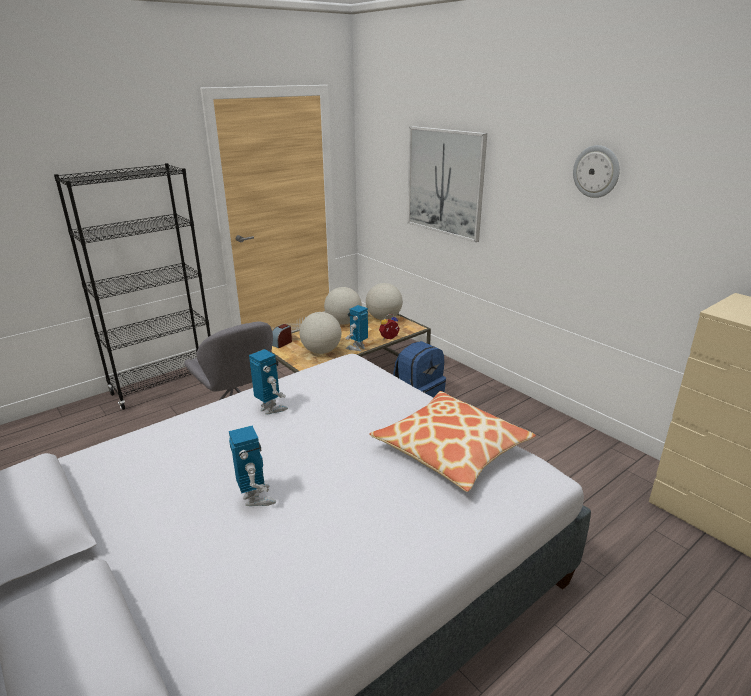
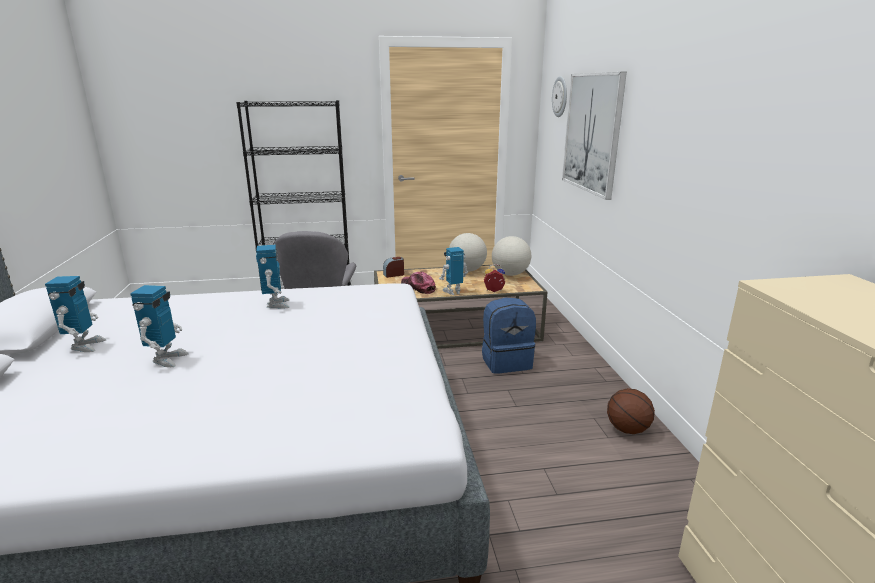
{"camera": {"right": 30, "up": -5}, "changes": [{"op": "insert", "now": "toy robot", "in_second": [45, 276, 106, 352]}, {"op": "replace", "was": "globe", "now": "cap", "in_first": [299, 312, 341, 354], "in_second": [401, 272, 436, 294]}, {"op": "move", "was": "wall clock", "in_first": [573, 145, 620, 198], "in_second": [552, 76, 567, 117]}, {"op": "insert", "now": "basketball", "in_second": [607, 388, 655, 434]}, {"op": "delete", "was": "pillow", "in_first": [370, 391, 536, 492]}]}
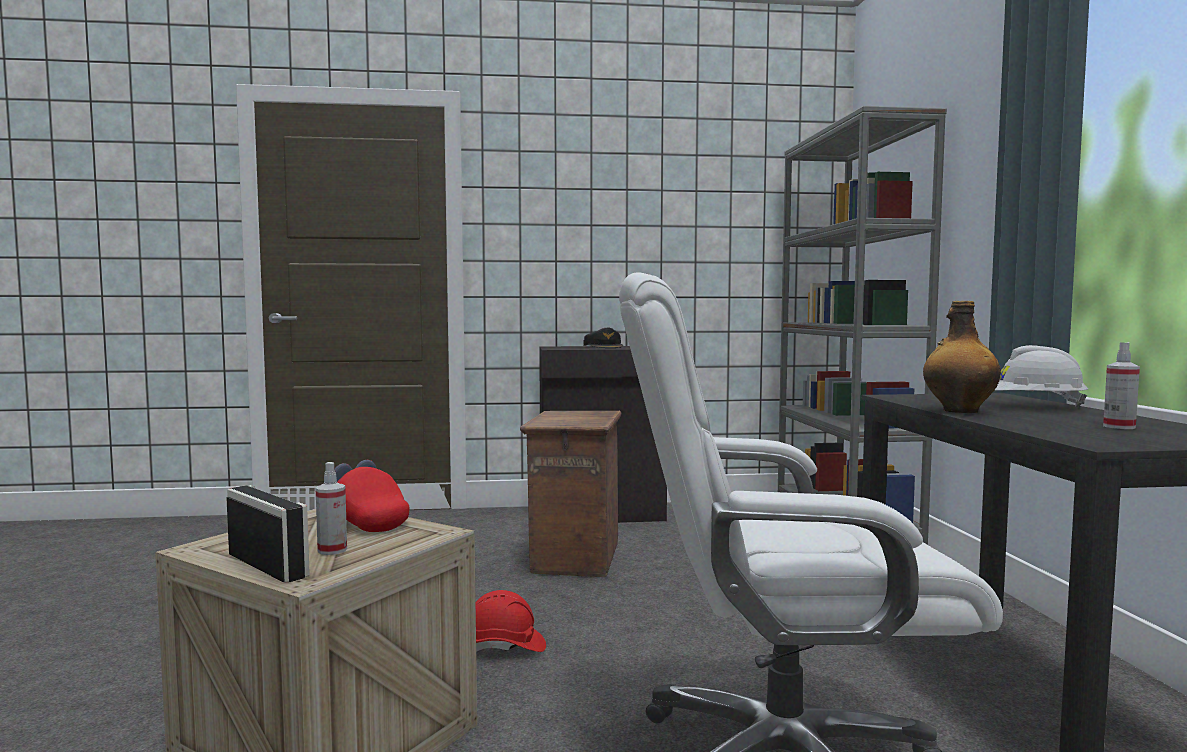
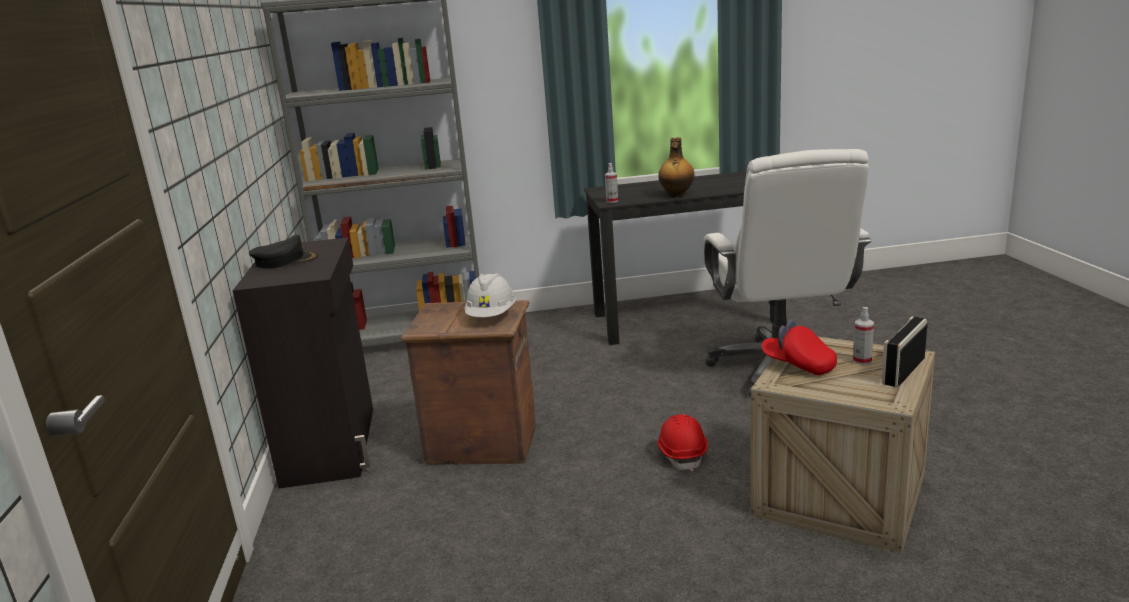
{"camera": {"right": -90, "up": 15}, "changes": [{"op": "move", "was": "hard hat in white", "in_first": [995, 345, 1088, 407], "in_second": [465, 273, 516, 317]}, {"op": "move", "was": "spray bottle", "in_first": [1103, 342, 1140, 429], "in_second": [605, 163, 618, 203]}, {"op": "rotate", "was": "cap in red", "in_first": [334, 460, 410, 532], "in_second": [762, 319, 837, 375], "clockwise": 90}]}
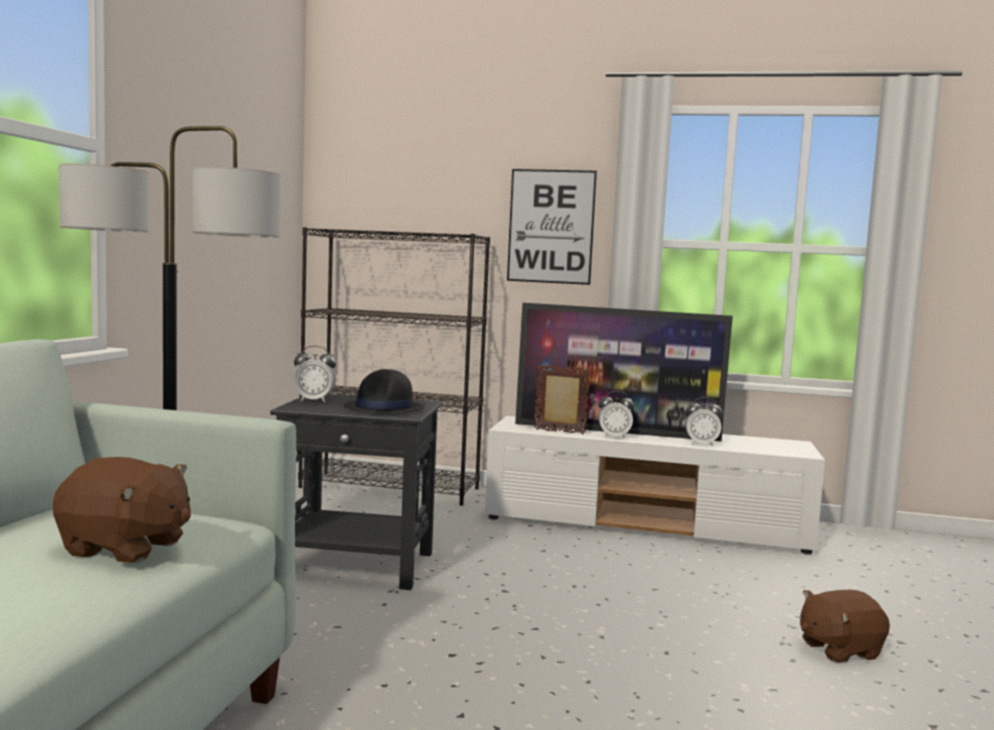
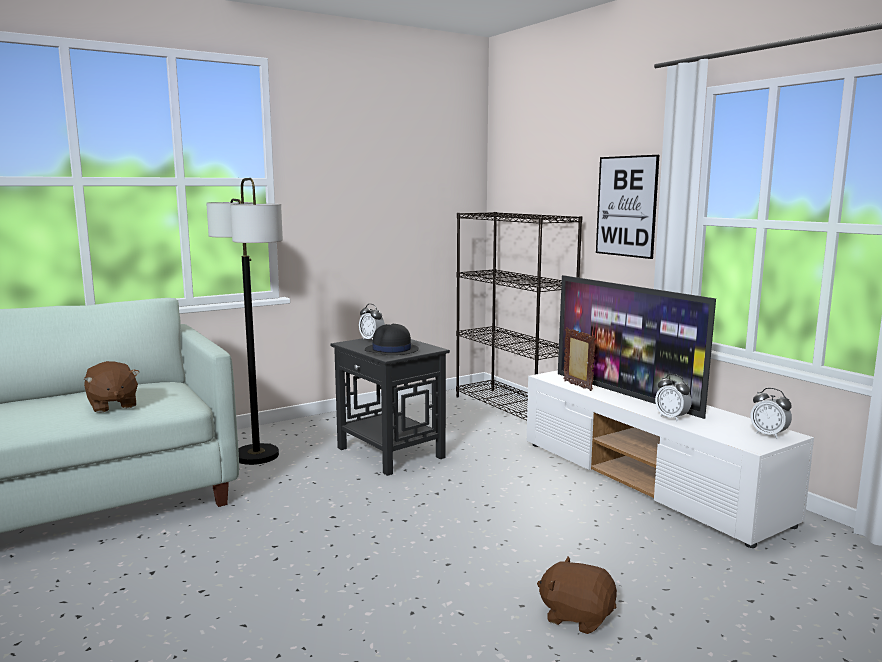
{"camera": {"right": 45, "up": 5}, "changes": [{"op": "move", "was": "alarm clock", "in_first": [599, 391, 634, 439], "in_second": [751, 388, 792, 439]}]}
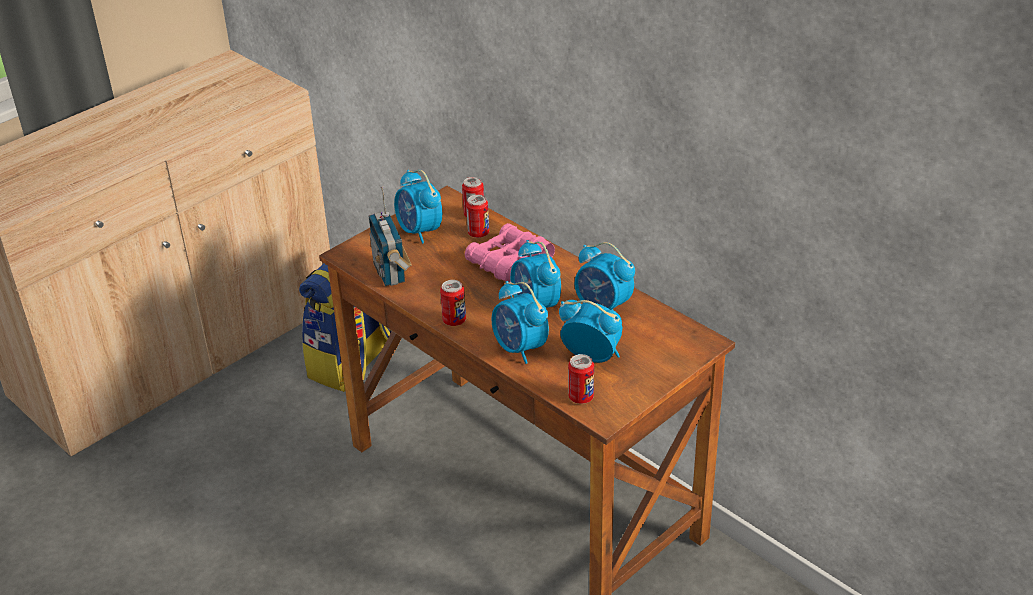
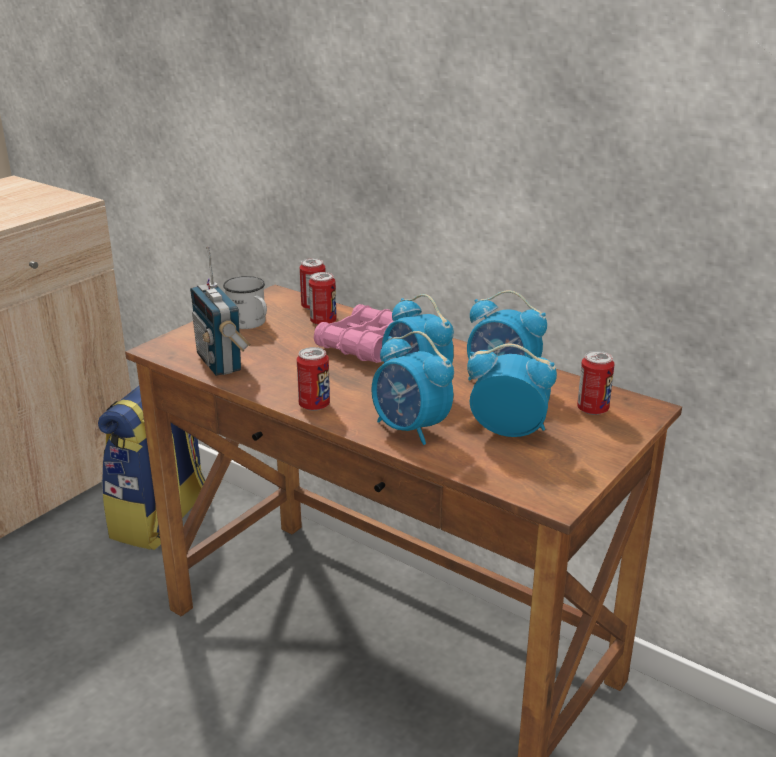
{"camera": {"right": -10, "up": -10}, "changes": [{"op": "replace", "was": "alarm clock", "now": "mug in white", "in_first": [394, 170, 442, 244], "in_second": [223, 276, 267, 329]}, {"op": "move", "was": "can", "in_first": [568, 354, 594, 404], "in_second": [577, 351, 615, 415]}]}
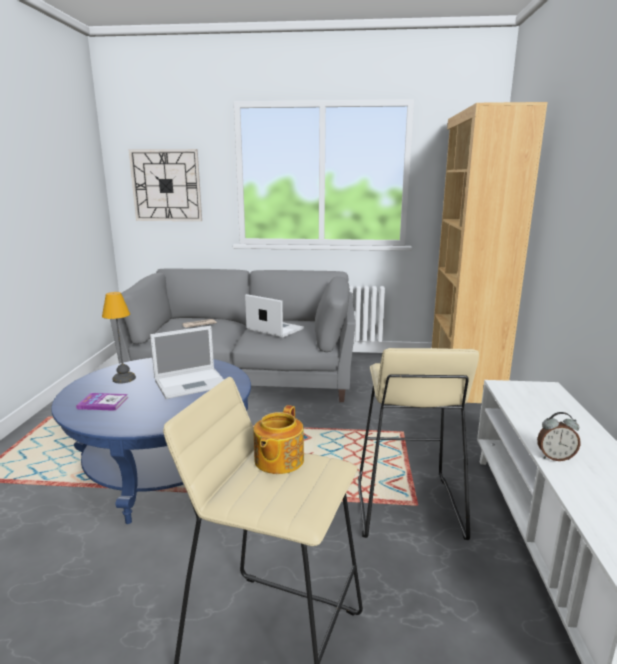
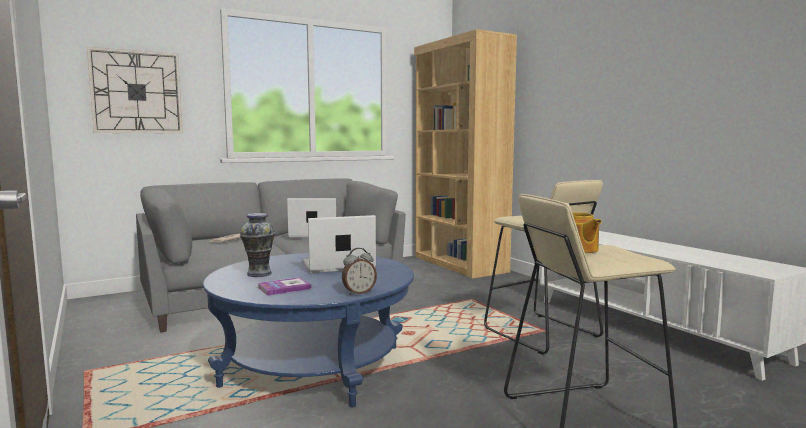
{"camera": {"right": -35, "up": -10}, "changes": [{"op": "replace", "was": "table lamp", "now": "vase", "in_first": [102, 292, 136, 383], "in_second": [240, 213, 275, 277]}, {"op": "rotate", "was": "laptop", "in_first": [150, 326, 225, 399], "in_second": [302, 215, 376, 273], "clockwise": -135}, {"op": "move", "was": "alarm clock", "in_first": [537, 412, 581, 461], "in_second": [342, 248, 377, 295]}]}
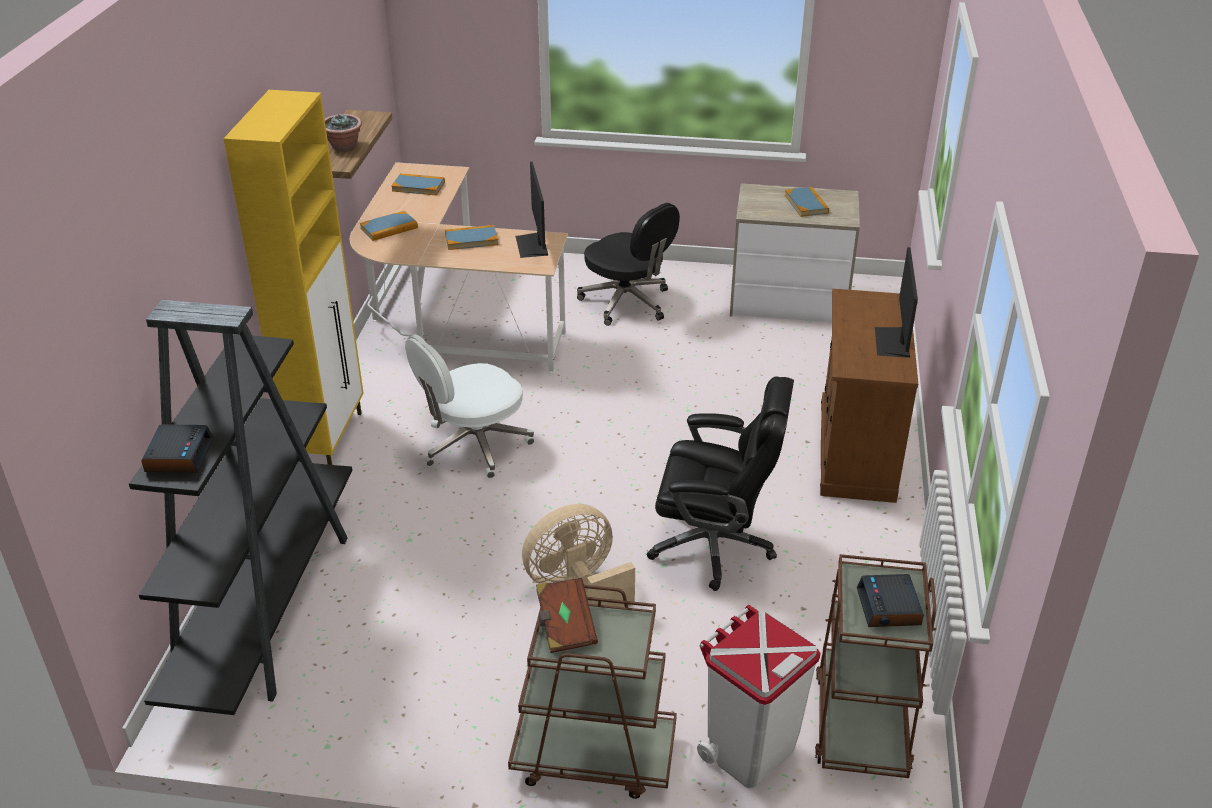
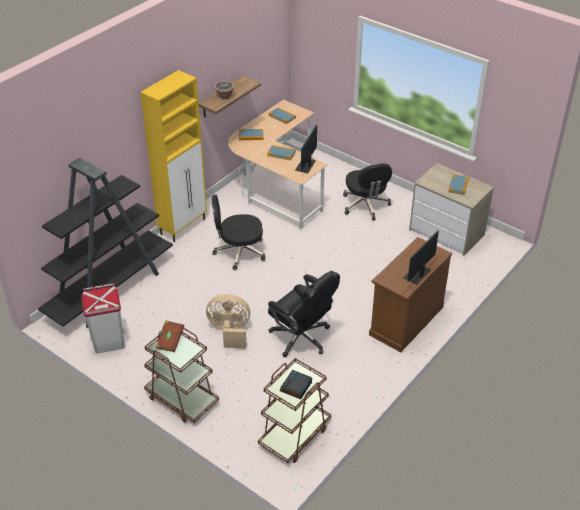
{"camera": {"right": 30, "up": 5}, "changes": [{"op": "move", "was": "trash can in white", "in_first": [697, 605, 821, 789], "in_second": [81, 283, 125, 354]}, {"op": "recolor", "was": "office chair in white", "now": "office chair in black", "in_first": [405, 334, 535, 478], "in_second": [212, 195, 265, 270]}, {"op": "delete", "was": "alarm clock", "in_first": [141, 424, 213, 473]}]}
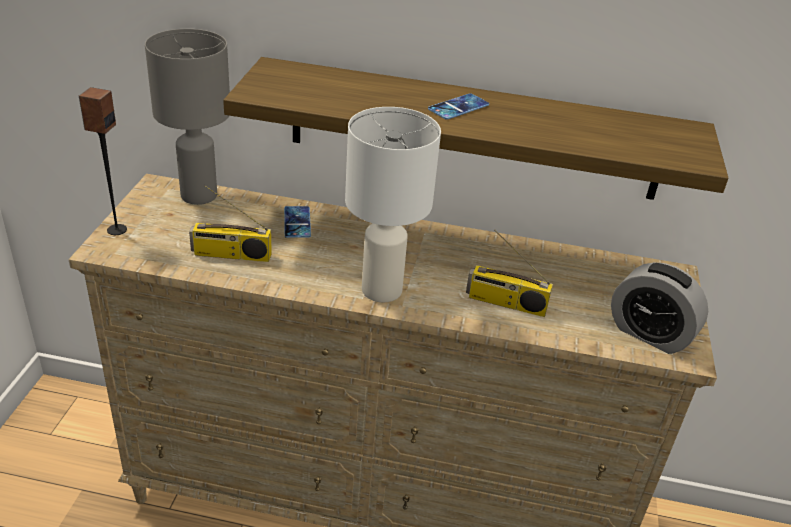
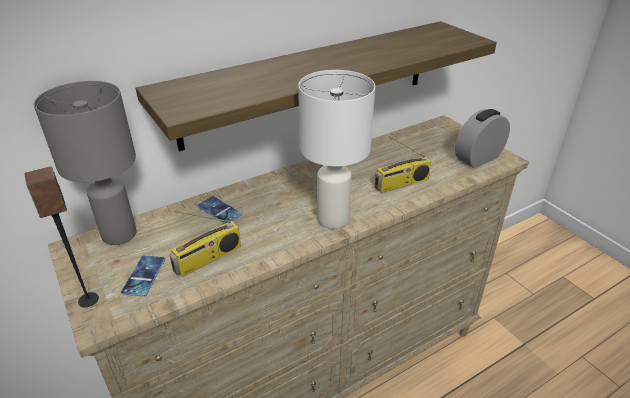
{"camera": {"right": -40, "up": 0}, "changes": [{"op": "move", "was": "phone", "in_first": [428, 93, 489, 120], "in_second": [121, 255, 165, 297]}, {"op": "rotate", "was": "alarm clock", "in_first": [611, 262, 708, 354], "in_second": [455, 109, 510, 168], "clockwise": 150}]}
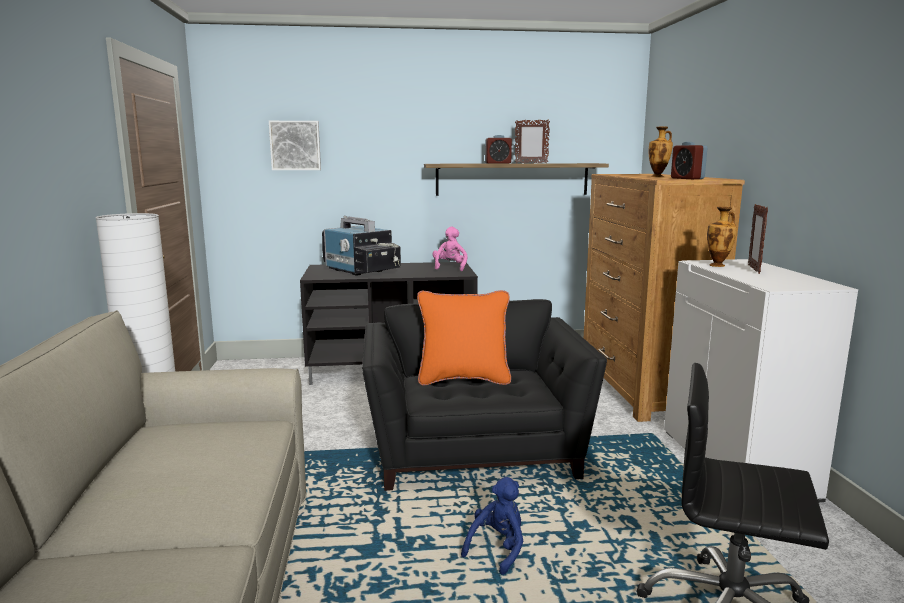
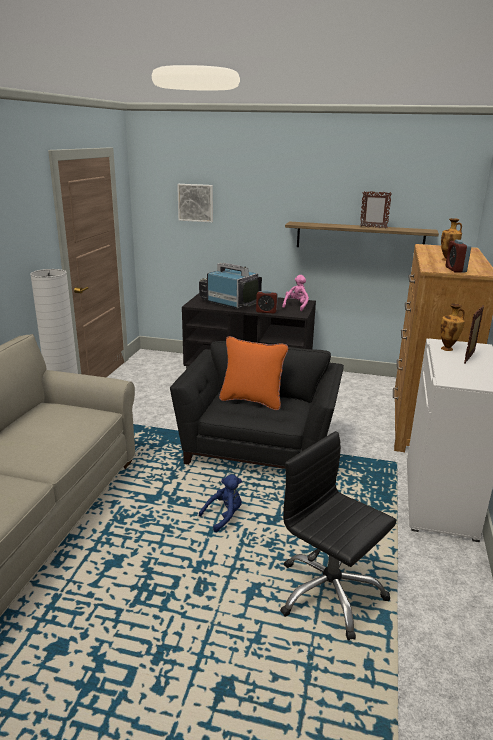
{"camera": {"right": 20, "up": 10}, "changes": [{"op": "rotate", "was": "television", "in_first": [322, 216, 401, 276], "in_second": [199, 263, 262, 309], "clockwise": 150}, {"op": "move", "was": "alarm clock", "in_first": [485, 135, 512, 164], "in_second": [256, 290, 278, 314]}]}
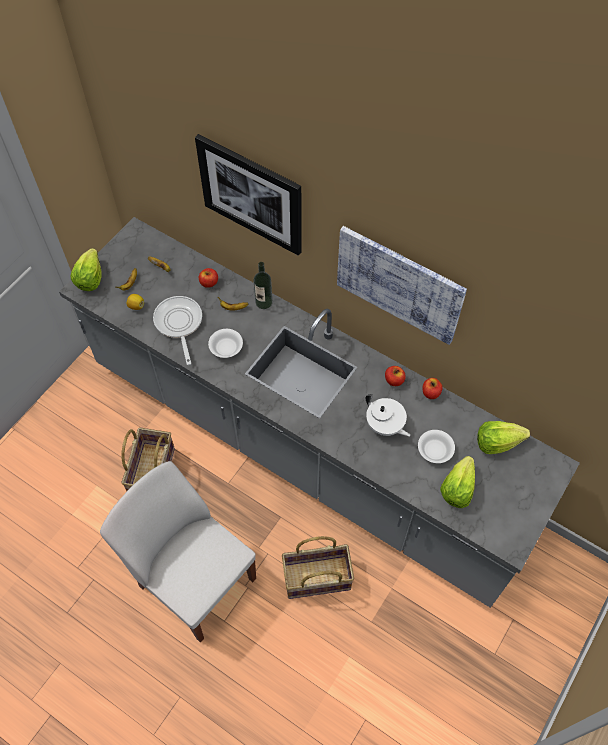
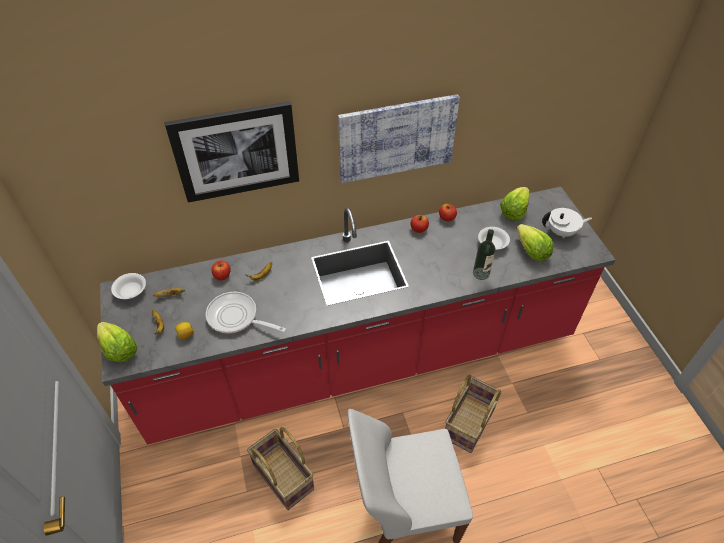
{"camera": {"right": -50, "up": -10}, "changes": [{"op": "recolor", "was": "counter in grey", "now": "counter in red", "in_first": [59, 217, 580, 608], "in_second": [100, 187, 615, 445]}, {"op": "move", "was": "bowl in white", "in_first": [208, 329, 243, 358], "in_second": [111, 273, 146, 299]}, {"op": "move", "was": "bottle", "in_first": [253, 262, 272, 309], "in_second": [473, 229, 496, 280]}, {"op": "move", "was": "teapot in white", "in_first": [365, 394, 410, 436], "in_second": [542, 208, 592, 239]}]}
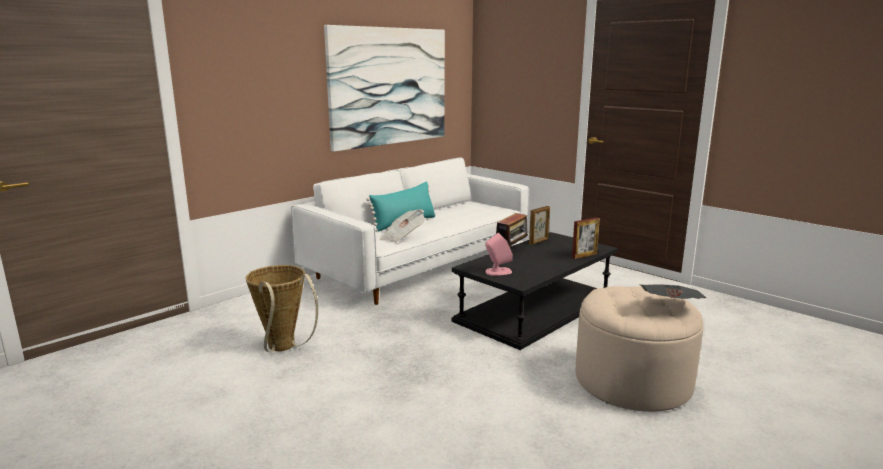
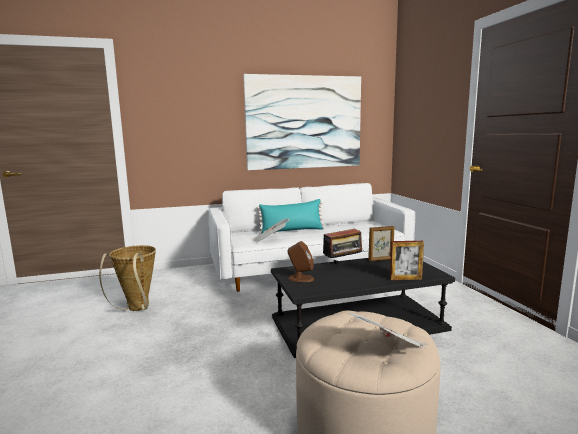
{"camera": {"right": 30, "up": -5}, "changes": [{"op": "recolor", "was": "speaker in pink", "now": "speaker in brown", "in_first": [485, 233, 513, 276], "in_second": [287, 241, 314, 282]}]}
